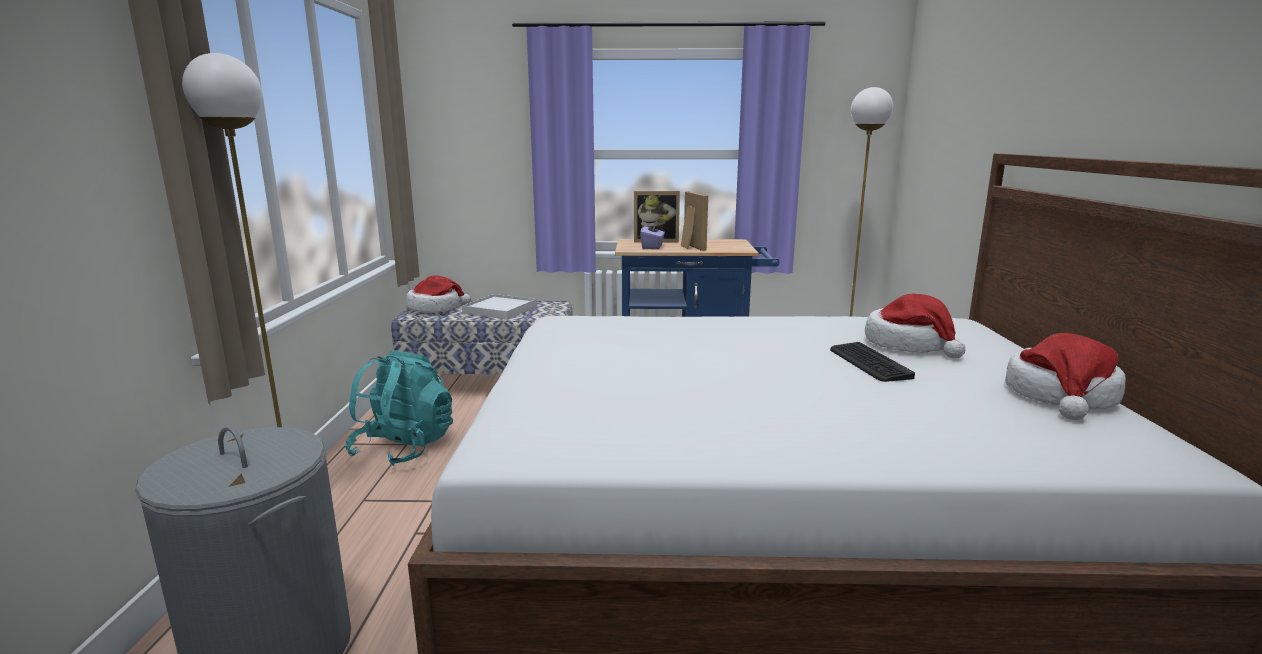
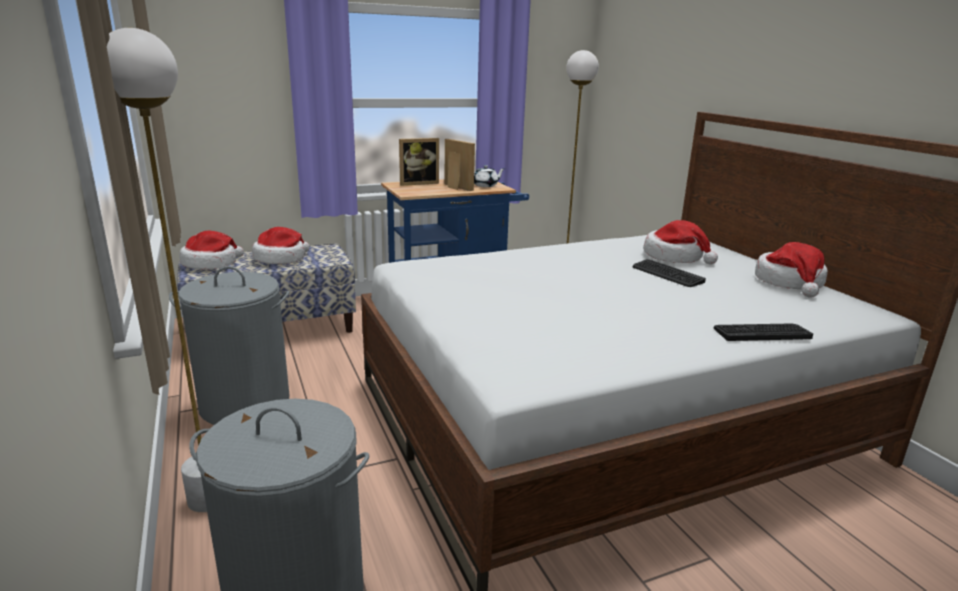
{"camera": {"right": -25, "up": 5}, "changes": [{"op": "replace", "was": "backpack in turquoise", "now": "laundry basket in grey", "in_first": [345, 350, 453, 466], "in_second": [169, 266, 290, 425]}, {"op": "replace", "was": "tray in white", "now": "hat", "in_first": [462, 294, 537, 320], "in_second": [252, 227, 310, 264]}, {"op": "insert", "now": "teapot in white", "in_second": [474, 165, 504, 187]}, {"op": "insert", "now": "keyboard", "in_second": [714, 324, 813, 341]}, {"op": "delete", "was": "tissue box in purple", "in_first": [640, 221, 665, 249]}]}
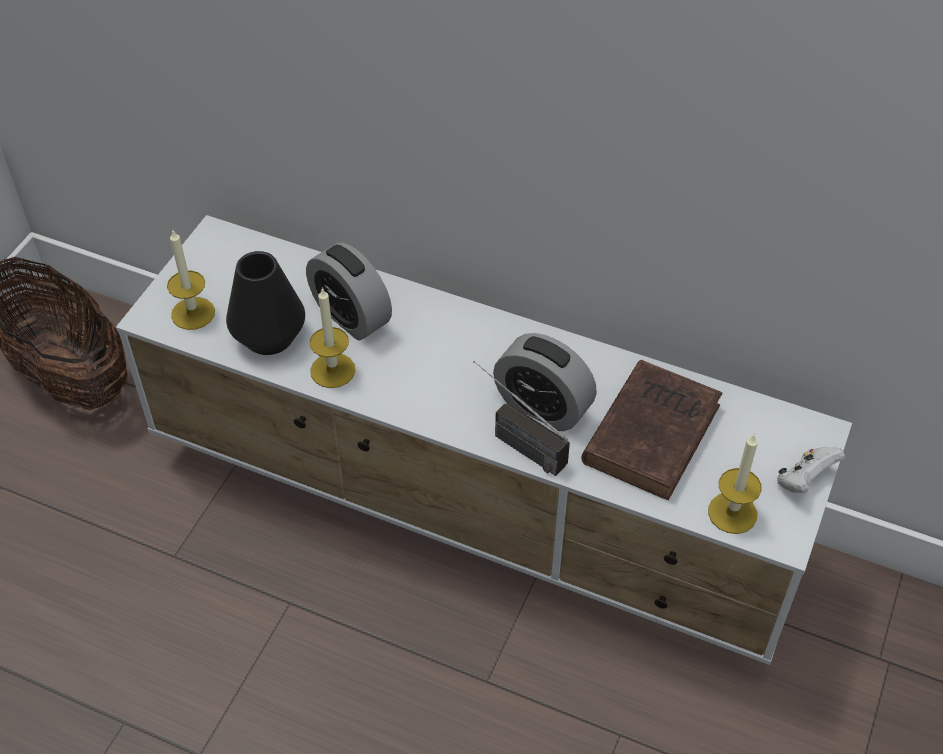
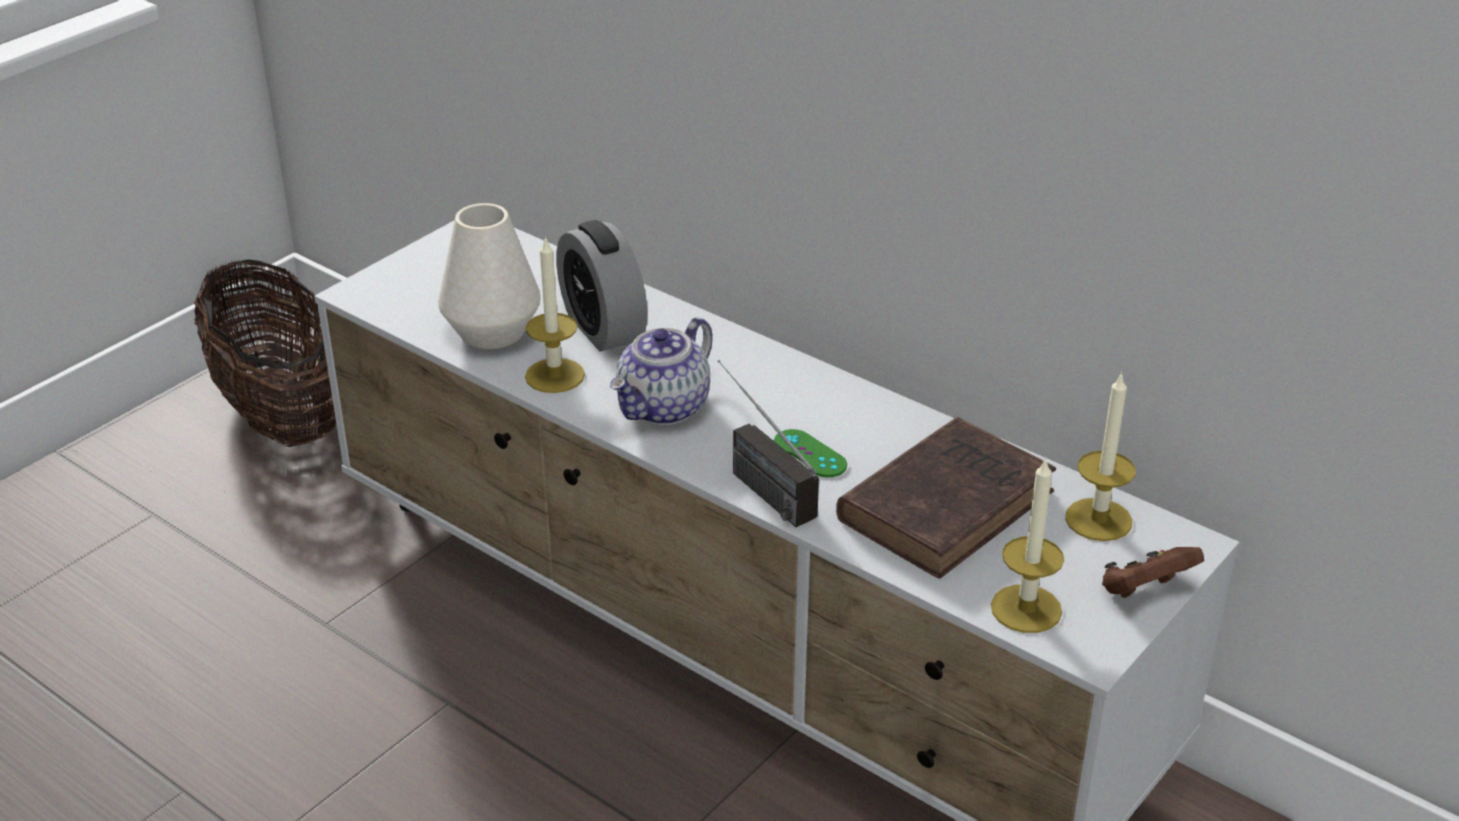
{"camera": {"right": 15, "up": -15}, "changes": [{"op": "recolor", "was": "vase in black", "now": "vase in white", "in_first": [226, 251, 305, 355], "in_second": [438, 203, 541, 349]}, {"op": "insert", "now": "teapot", "in_second": [610, 317, 712, 425]}, {"op": "replace", "was": "alarm clock", "now": "game controller in green", "in_first": [493, 333, 597, 431], "in_second": [774, 429, 847, 477]}, {"op": "move", "was": "candle", "in_first": [167, 230, 215, 330], "in_second": [1065, 372, 1136, 541]}, {"op": "recolor", "was": "game controller in white", "now": "game controller in brown", "in_first": [777, 447, 845, 493], "in_second": [1102, 547, 1204, 598]}]}
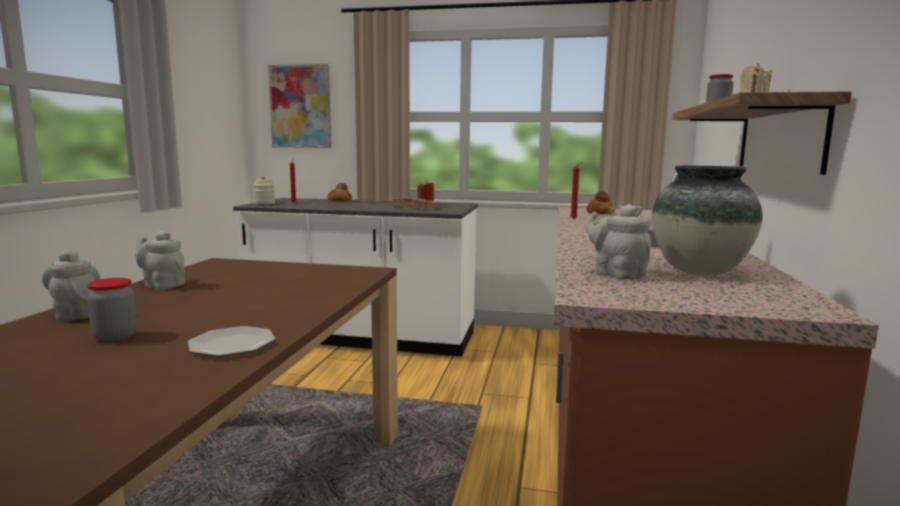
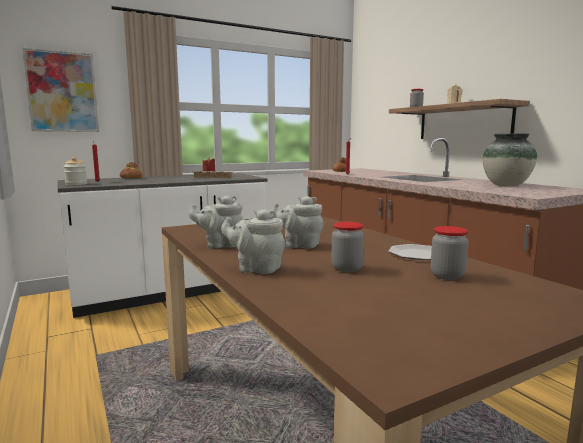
{"camera": {"right": -40, "up": 0}, "changes": [{"op": "move", "was": "teapot in grey", "in_first": [584, 204, 652, 279], "in_second": [271, 196, 324, 249]}, {"op": "insert", "now": "jar", "in_second": [431, 226, 468, 280]}]}
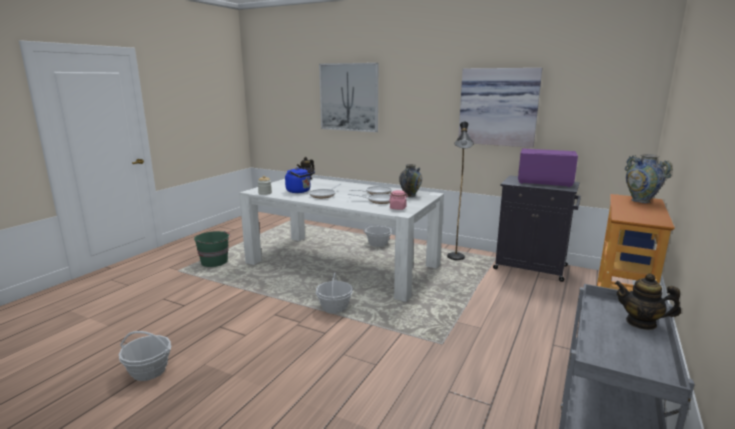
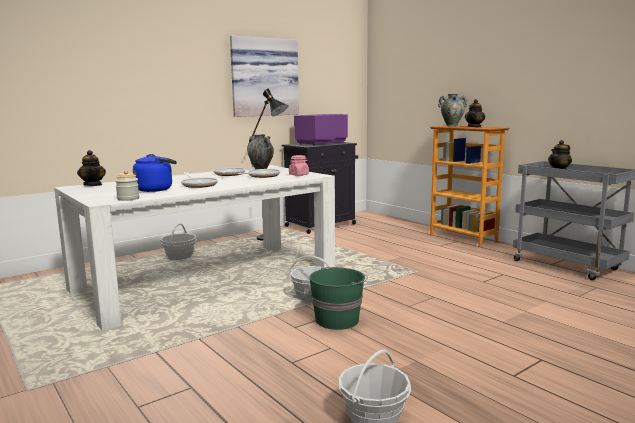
{"camera": {"right": -65, "up": -5}, "changes": [{"op": "move", "was": "bucket in green", "in_first": [194, 231, 230, 267], "in_second": [310, 267, 368, 330]}, {"op": "insert", "now": "teapot", "in_second": [465, 99, 485, 127]}, {"op": "delete", "was": "picture", "in_first": [319, 63, 378, 132]}]}
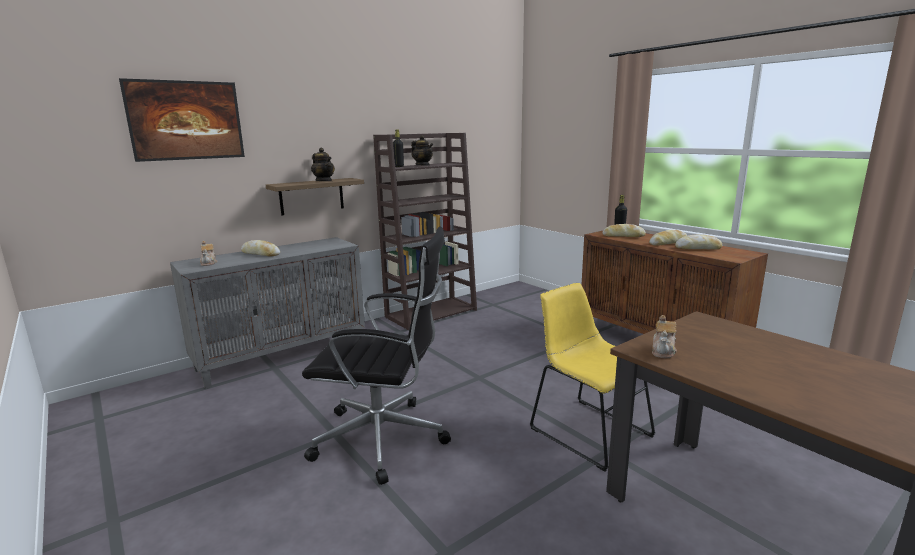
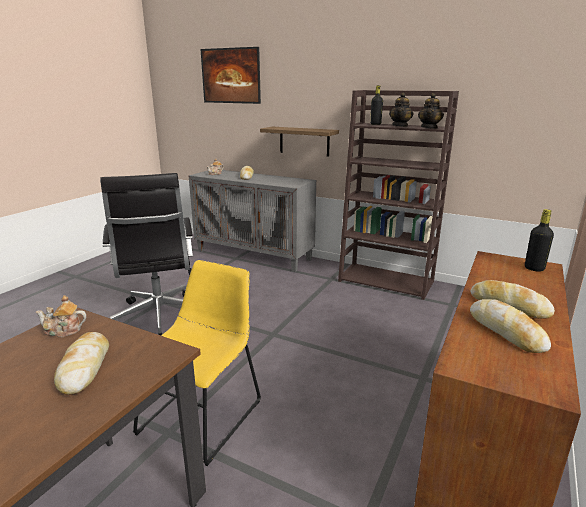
{"camera": {"right": 65, "up": 5}, "changes": [{"op": "move", "was": "bread", "in_first": [602, 224, 646, 237], "in_second": [54, 332, 109, 395]}, {"op": "move", "was": "teapot", "in_first": [311, 148, 335, 181], "in_second": [418, 93, 444, 129]}]}
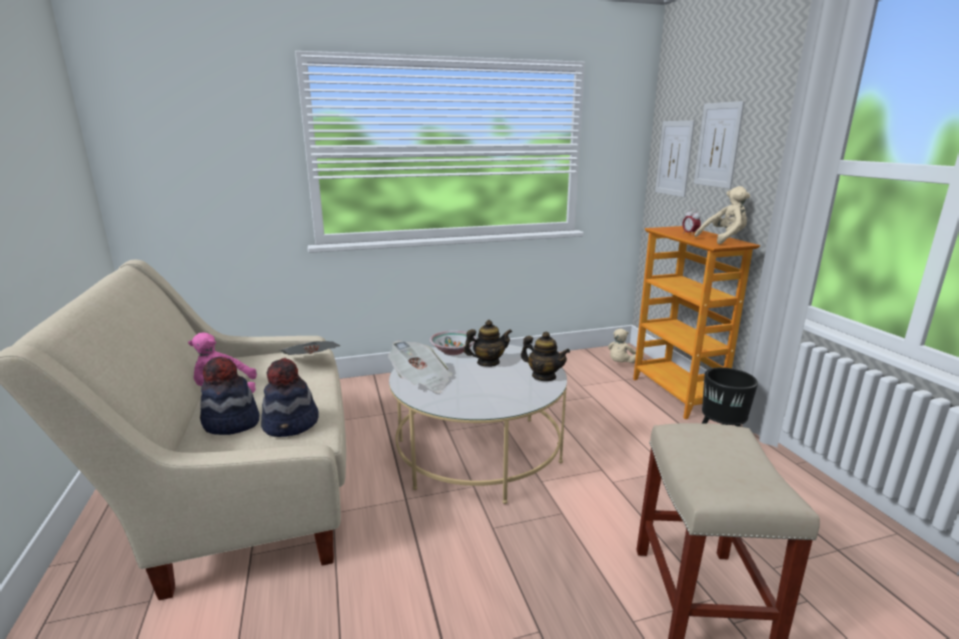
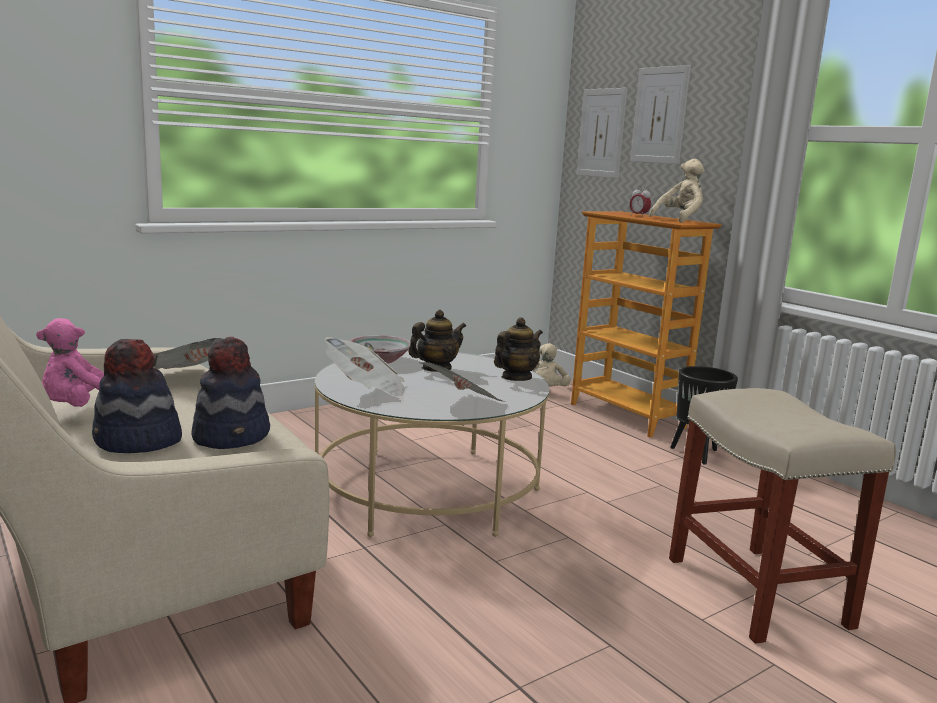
{"camera": {"right": -20, "up": -5}, "changes": [{"op": "insert", "now": "newspaper", "in_second": [420, 362, 502, 401]}, {"op": "rotate", "was": "teapot", "in_first": [521, 332, 570, 381], "in_second": [494, 318, 543, 381], "clockwise": -60}]}
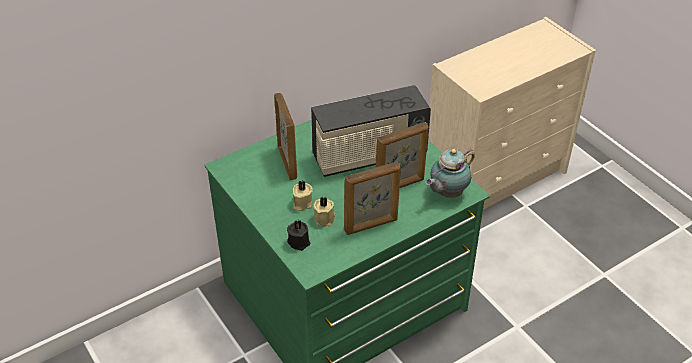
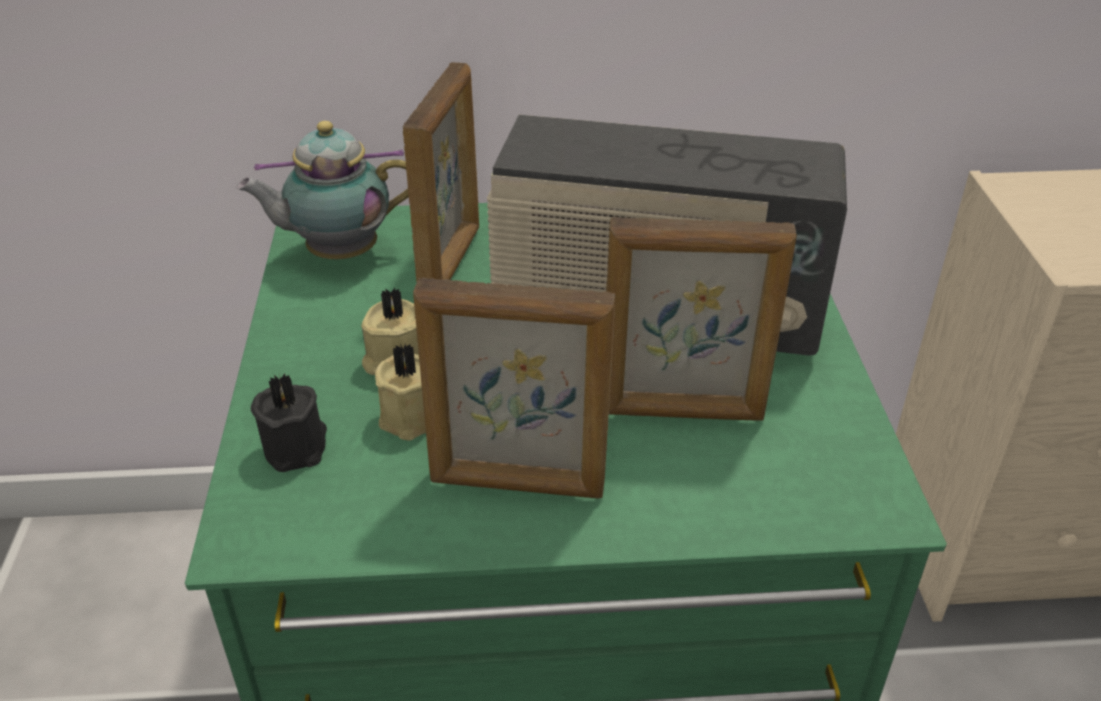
{"camera": {"right": 30, "up": -5}, "changes": [{"op": "move", "was": "teapot", "in_first": [425, 148, 475, 198], "in_second": [236, 121, 409, 259]}]}
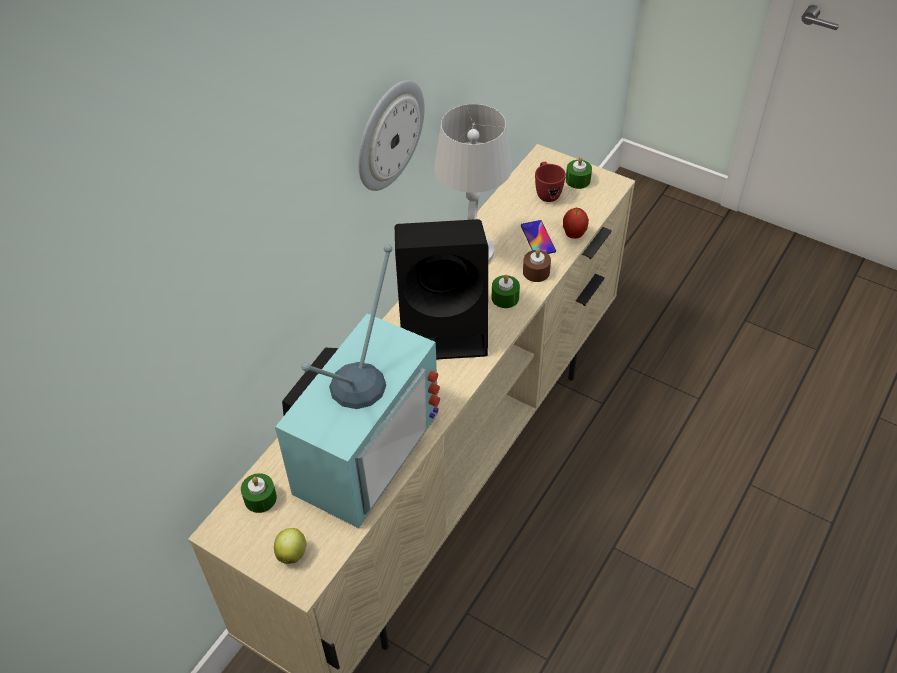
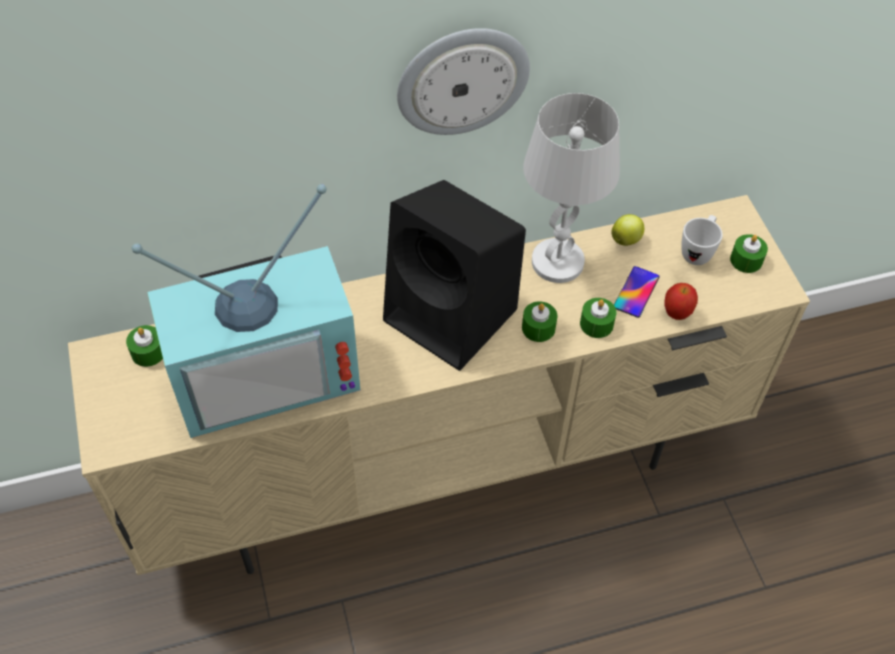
{"camera": {"right": 40, "up": 5}, "changes": [{"op": "recolor", "was": "candle in brown", "now": "candle in green", "in_first": [523, 249, 551, 282], "in_second": [580, 298, 616, 338]}, {"op": "move", "was": "apple", "in_first": [274, 528, 306, 564], "in_second": [611, 214, 644, 246]}, {"op": "recolor", "was": "mug in red", "now": "mug in white", "in_first": [535, 162, 566, 202], "in_second": [681, 215, 723, 265]}]}
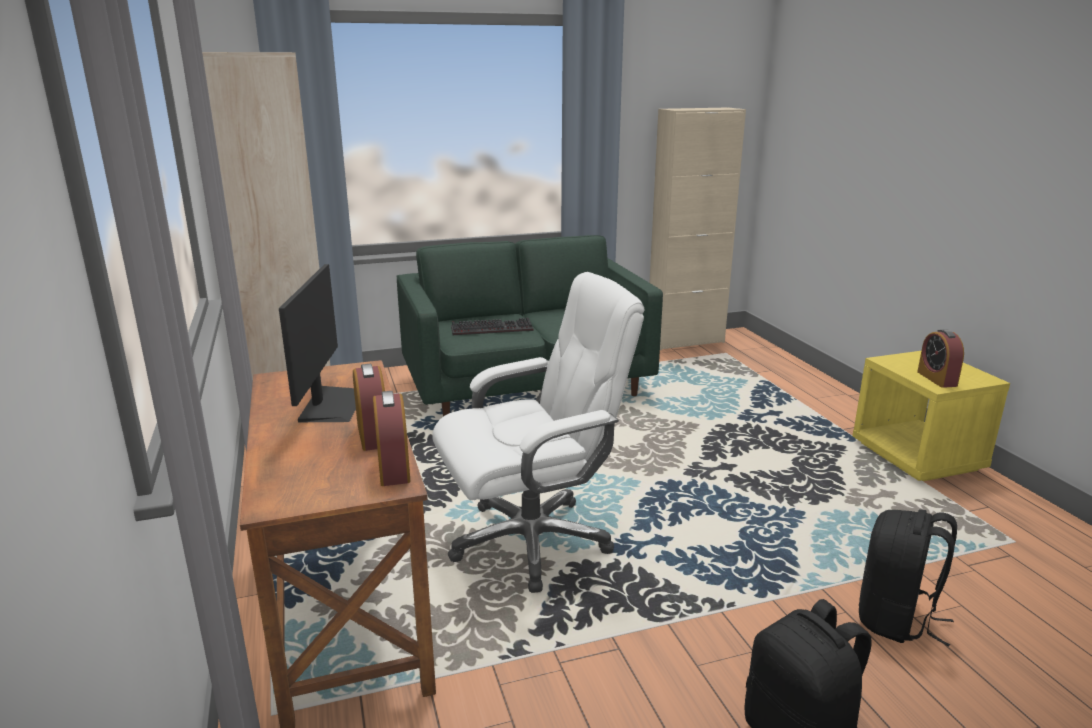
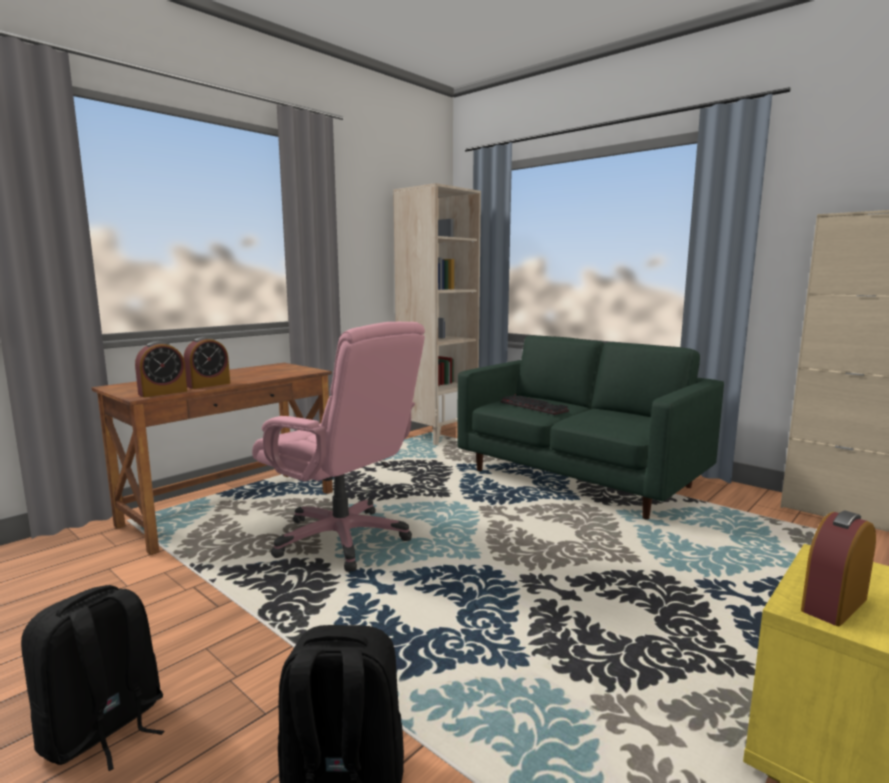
{"camera": {"right": 60, "up": -10}, "changes": [{"op": "recolor", "was": "office chair in white", "now": "office chair in pink", "in_first": [432, 272, 645, 593], "in_second": [252, 322, 425, 572]}, {"op": "delete", "was": "monitor", "in_first": [279, 264, 356, 422]}]}
